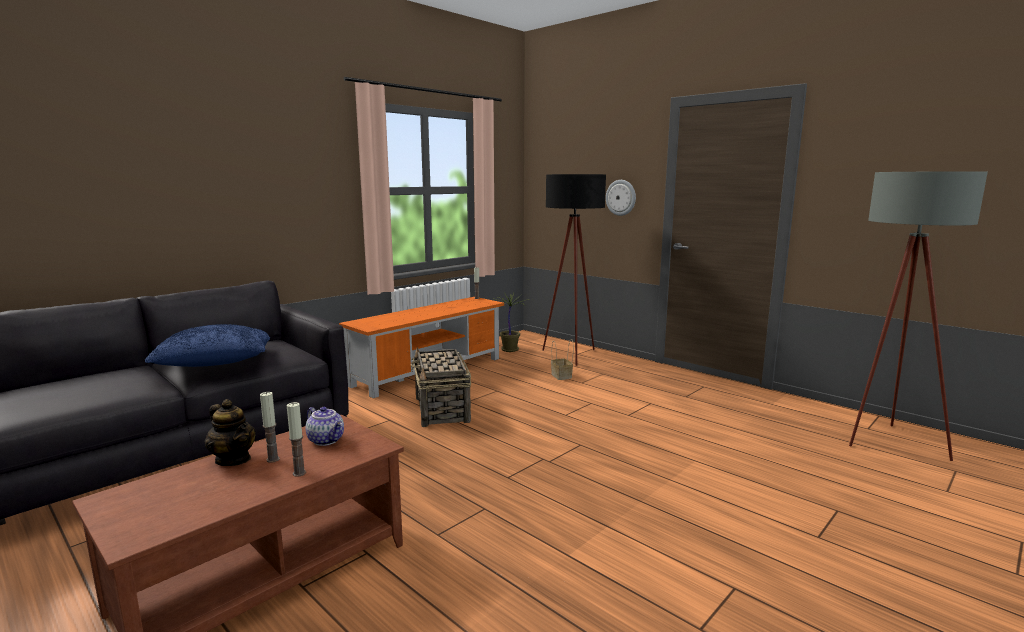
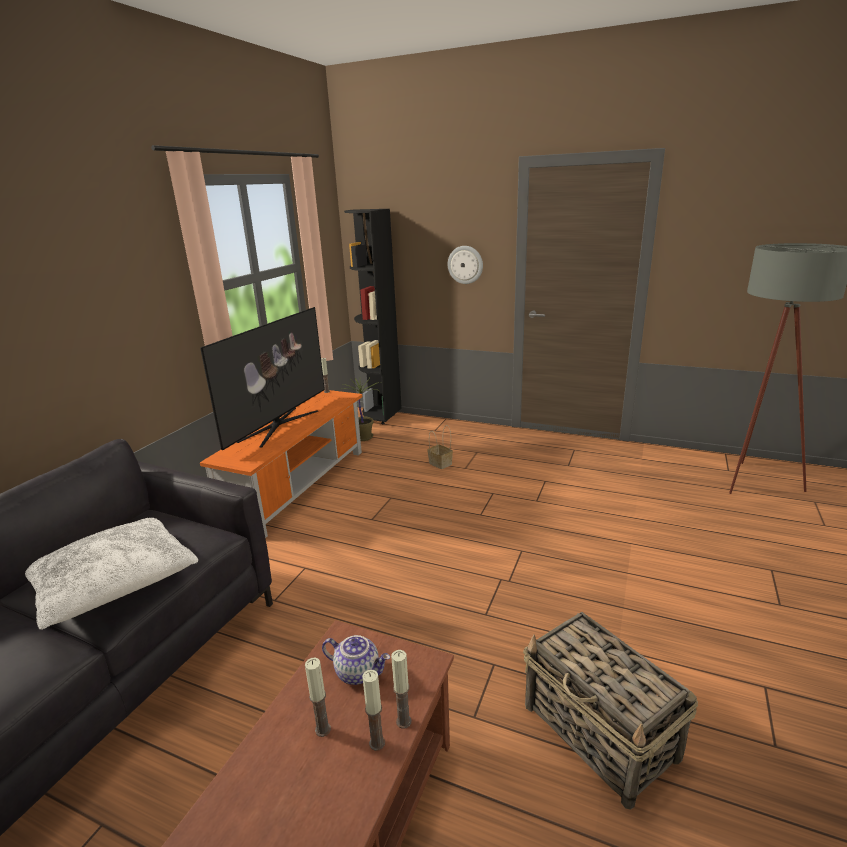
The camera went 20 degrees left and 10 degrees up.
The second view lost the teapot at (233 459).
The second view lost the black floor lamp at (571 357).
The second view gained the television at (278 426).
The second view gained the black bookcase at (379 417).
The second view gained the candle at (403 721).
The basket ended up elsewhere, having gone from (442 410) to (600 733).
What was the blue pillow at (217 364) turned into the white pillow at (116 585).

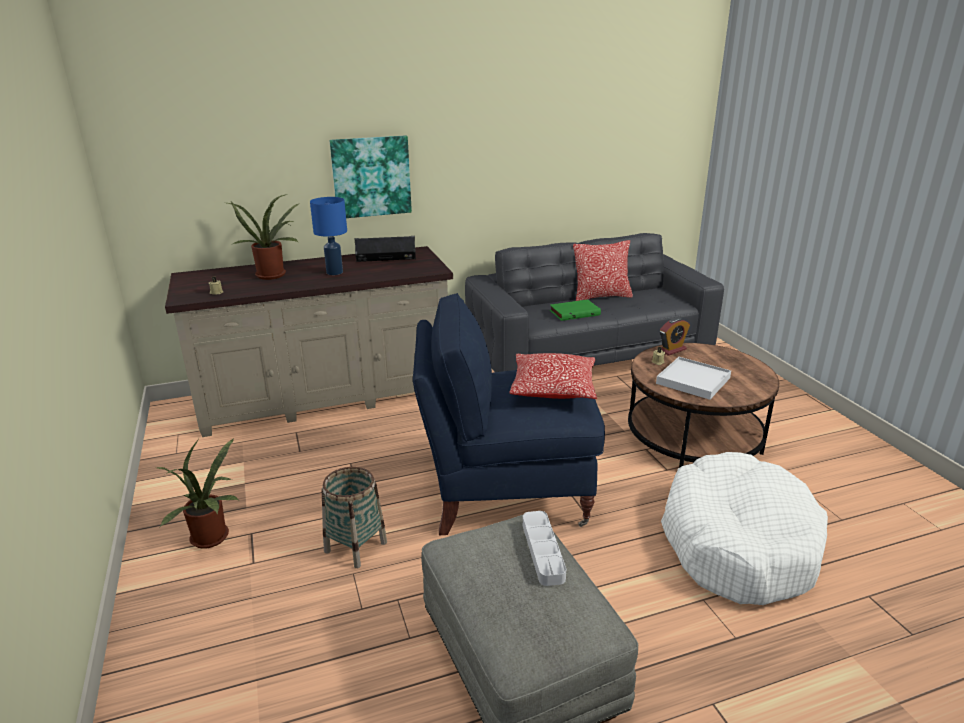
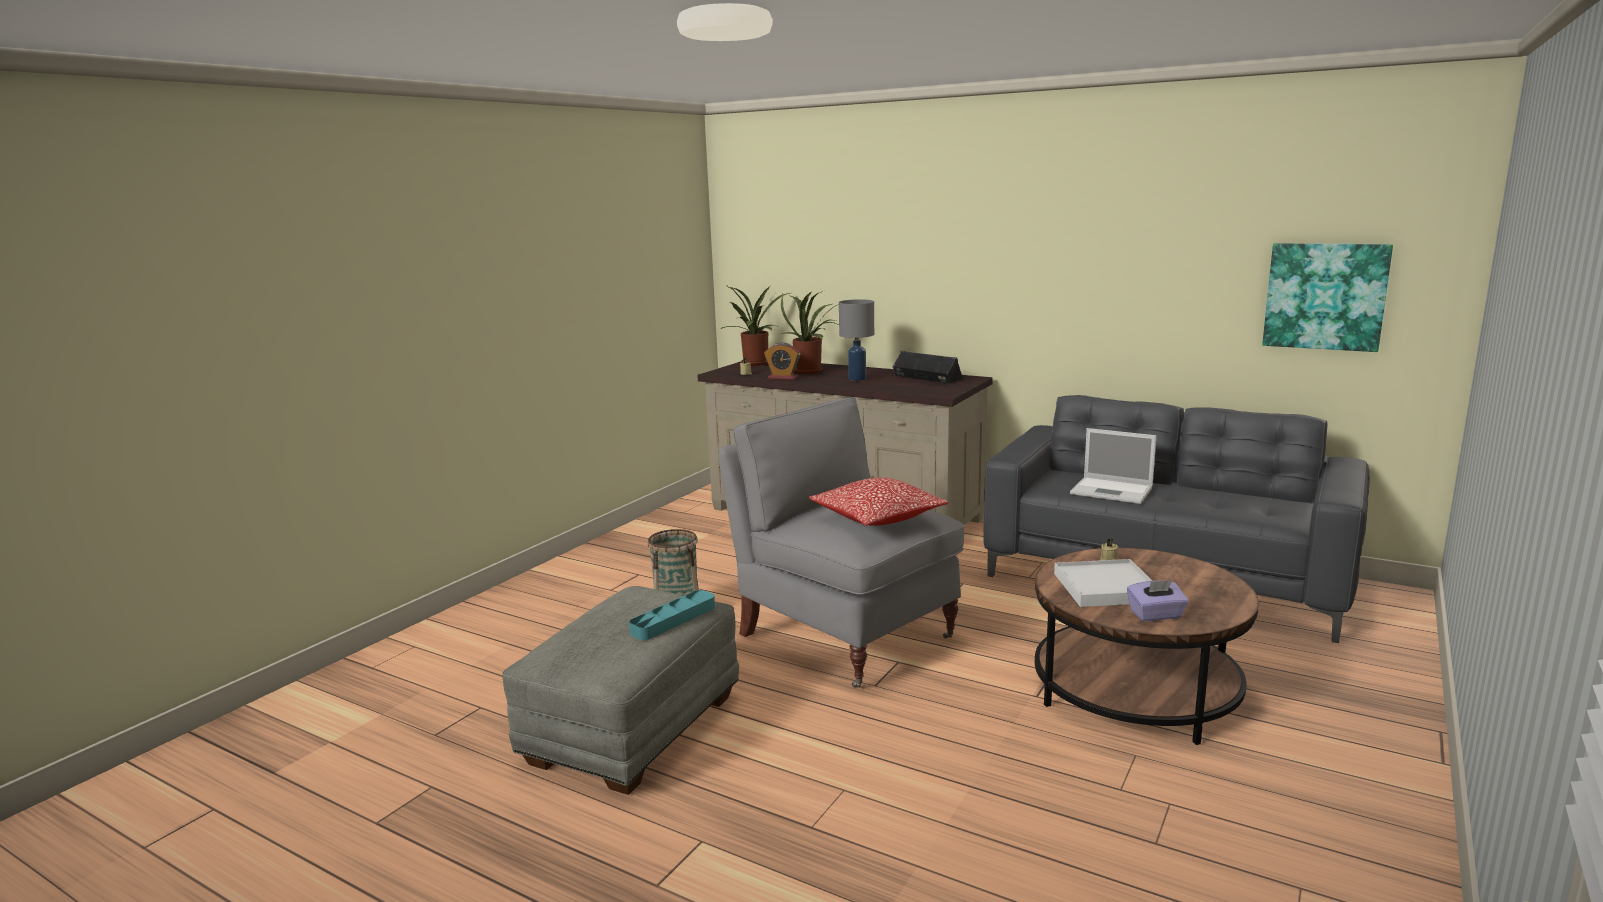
The camera went 50 degrees right and 10 degrees down.
The second view lost the pillow at (601 296).
The second view lost the white dog bed at (737 543).
The second view gained the purple tissue box at (1156 615).
The potted plant ended up elsewhere, having gone from (213 539) to (756 364).
The picture ended up elsewhere, having gone from (371 176) to (1325 296).
The alarm clock ended up elsewhere, having gone from (672 350) to (783 378).
Where the green book stood at (574 312), the laptop came to stand at (1113 491).
What was the blue table lamp at (335 272) turned into the grey table lamp at (858 379).
What was the blue armchair at (505 492) turned into the grey armchair at (844 635).
What was the grey tray at (543 551) turned into the turquoise tray at (673 620).

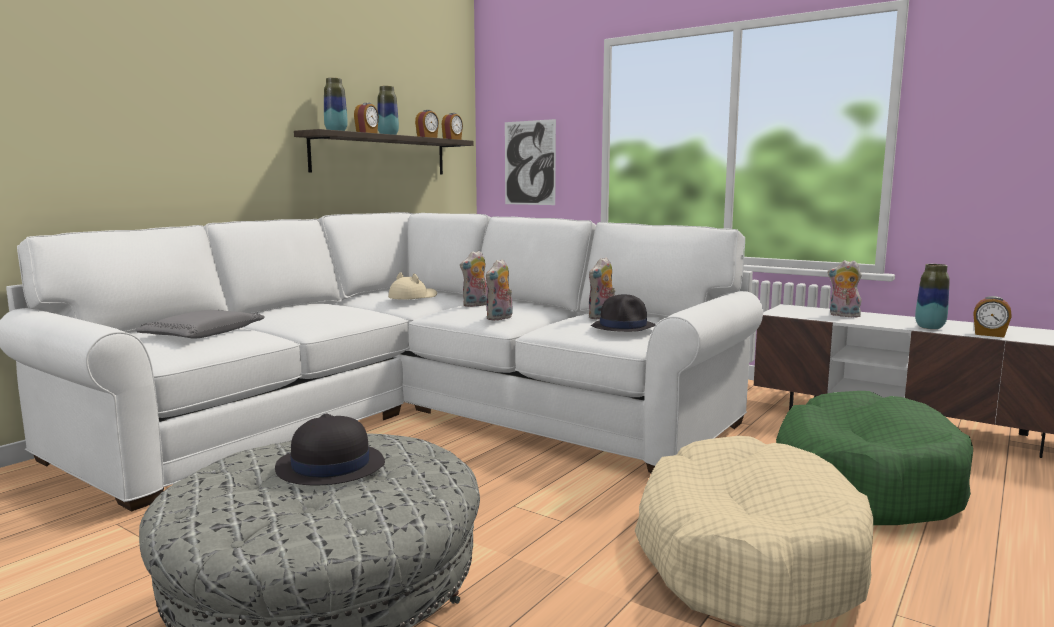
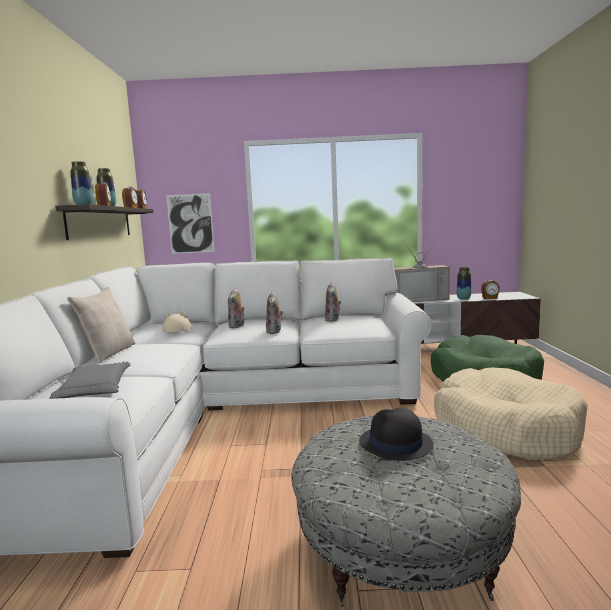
The camera went 35 degrees left and 0 degrees up.
The second view lost the black hat at (623 327).
The second view gained the beige pillow at (108 353).
Where the plush toy stood at (843 315), the television came to stand at (418 299).

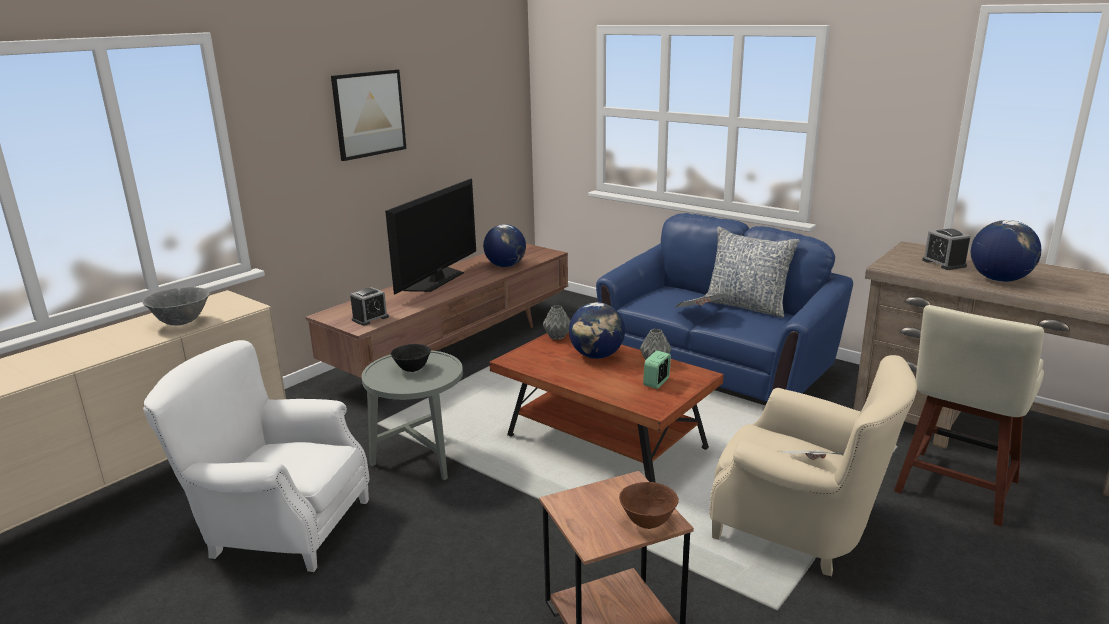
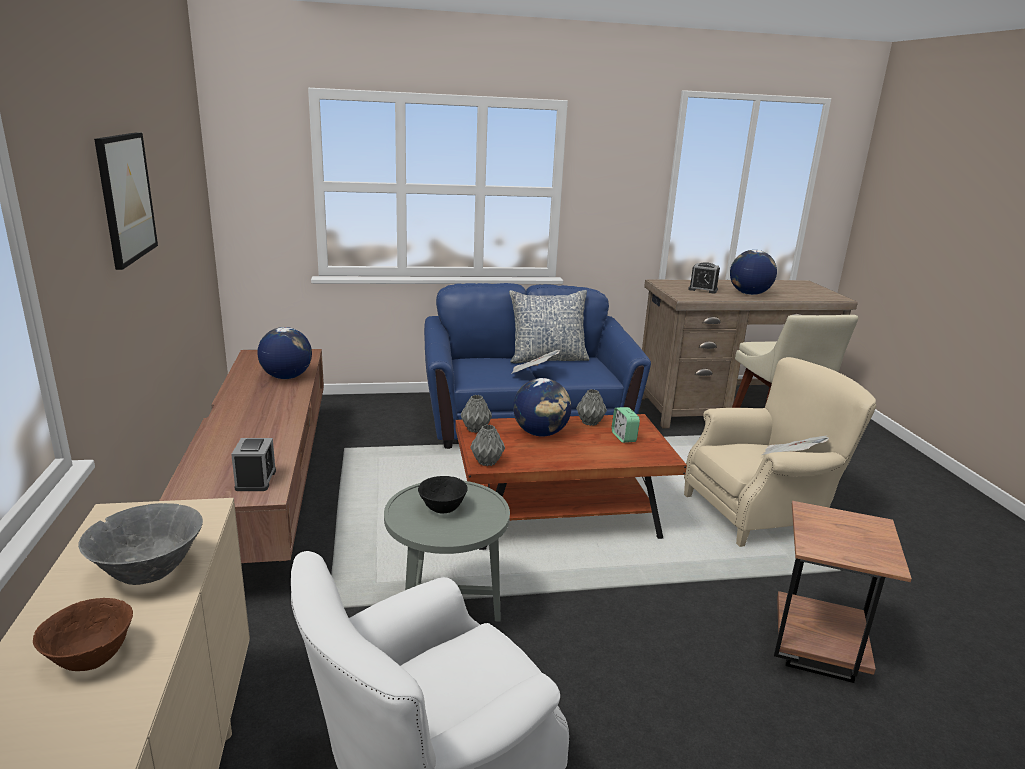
The camera went 50 degrees left and 0 degrees up.
The second view lost the television at (437 280).
The second view gained the grey vase at (487 462).
The brown bowl ended up elsewhere, having gone from (647 522) to (90 659).

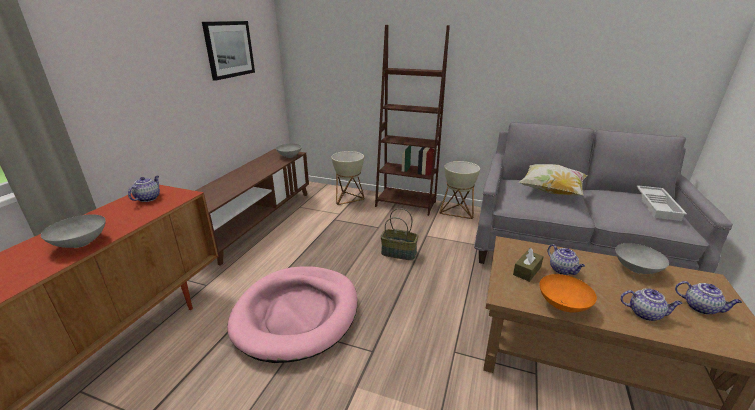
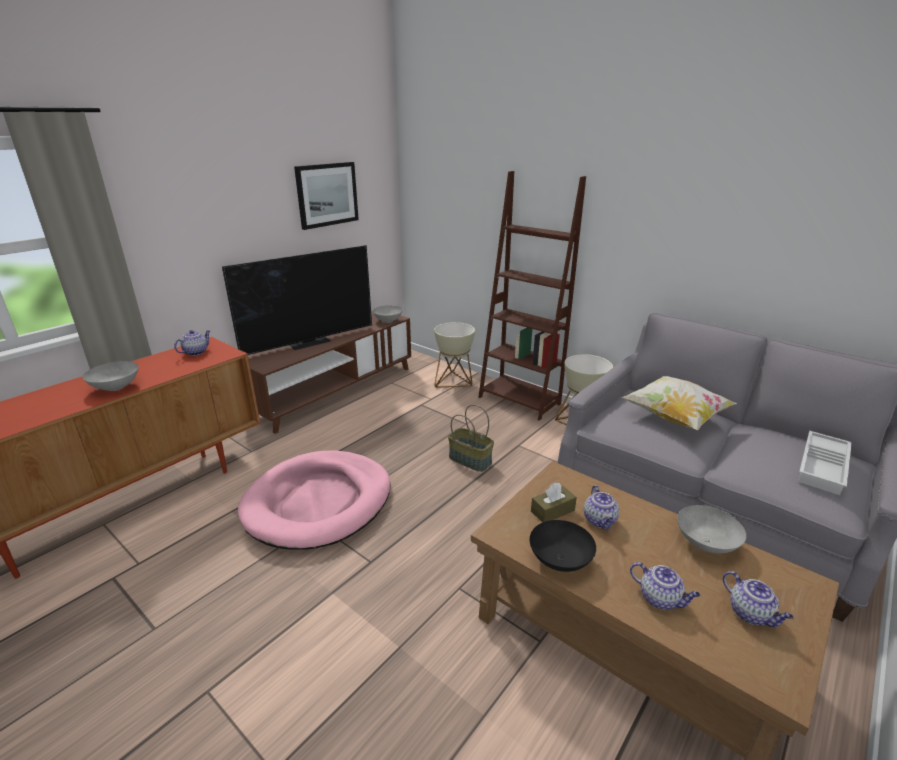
The camera went 20 degrees right and 0 degrees up.
The second view gained the television at (310 342).
What was the orange bowl at (563 306) turned into the black bowl at (559 561).

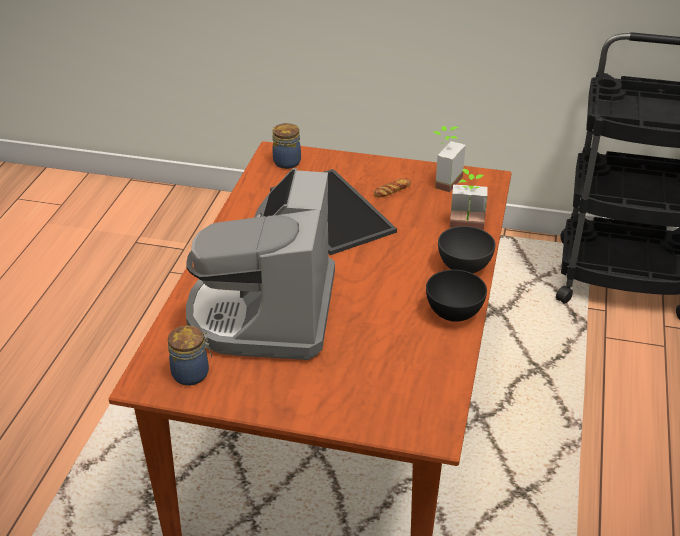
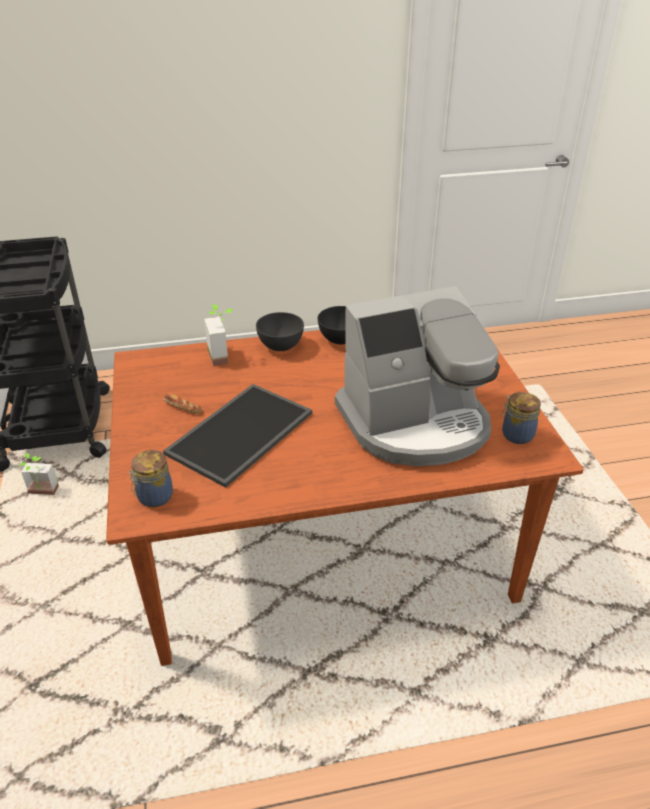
The camera went 115 degrees left and 0 degrees up.
The potted plant ended up elsewhere, having gone from (442 180) to (42 494).

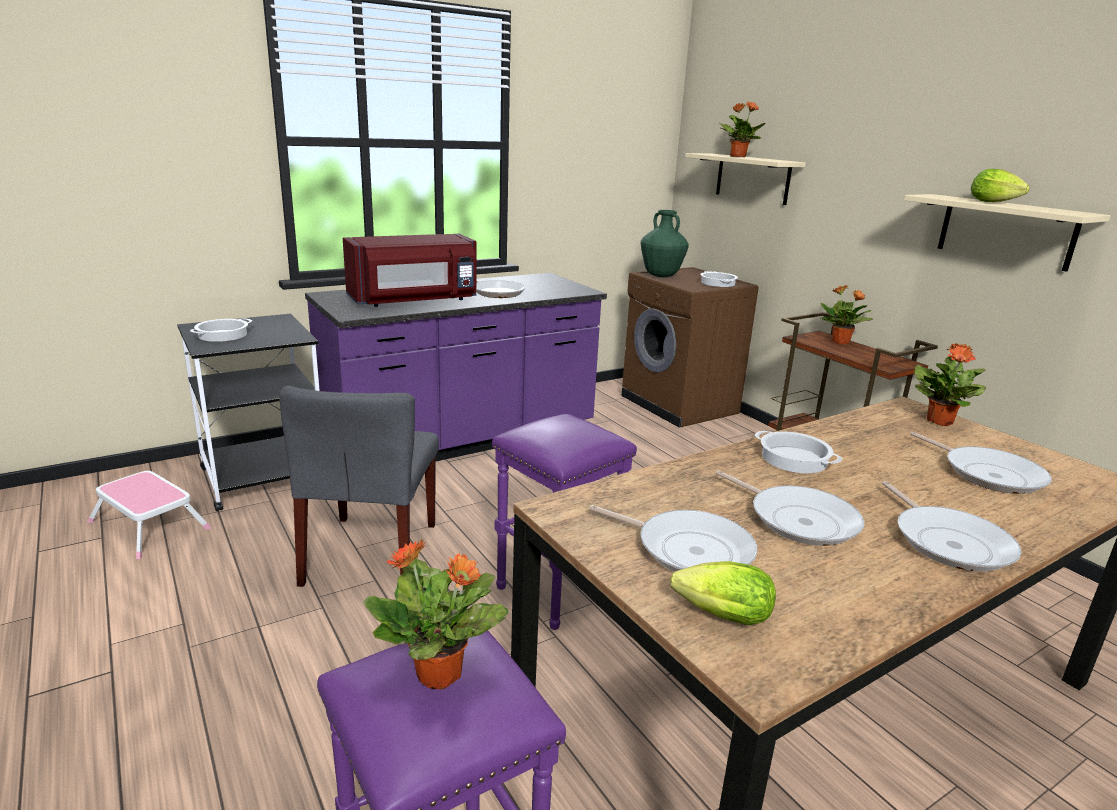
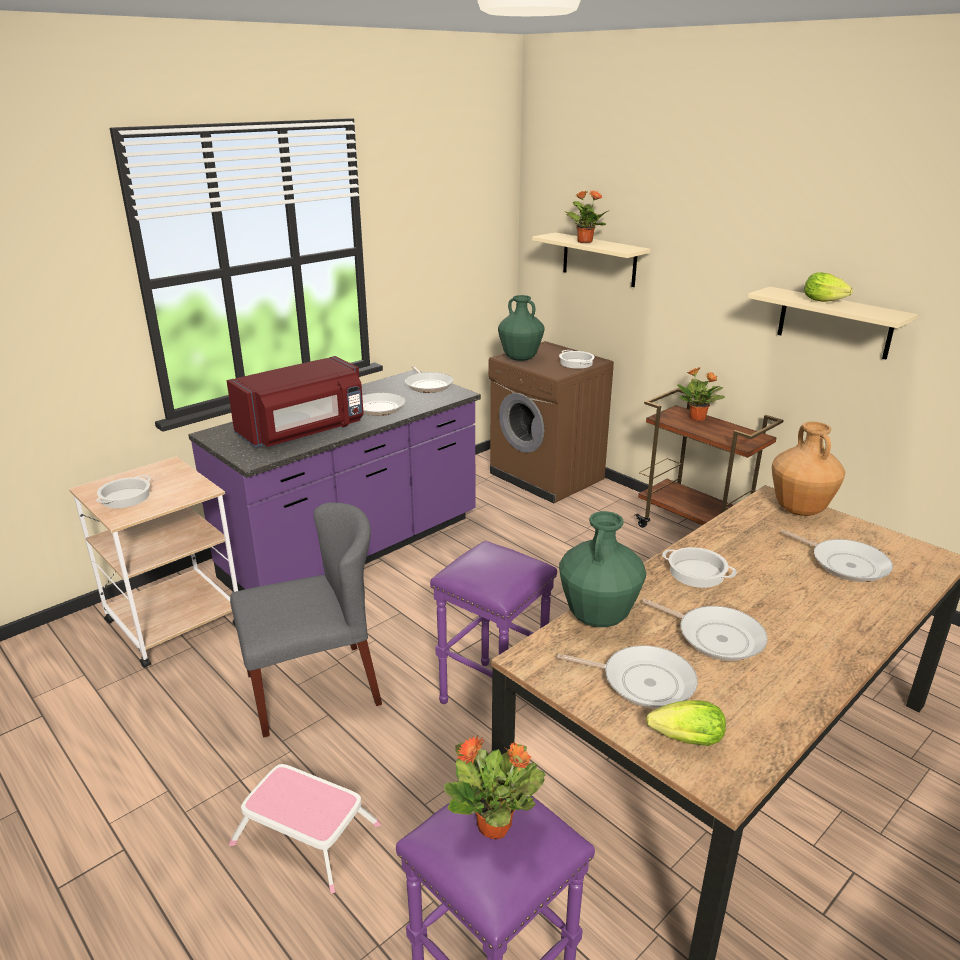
The camera went 10 degrees left and 5 degrees up.
The second view gained the green vase at (598 617).
The pink step ladder ended up elsewhere, having gone from (149 525) to (306 833).
The frying pan ended up elsewhere, having gone from (948 542) to (428 385).
Where the potted plant stood at (940 421), the brown vase came to stand at (800 510).
What was the black cart at (266 477) turned into the beige cart at (176 621).
The grey chair at (371 554) ended up facing another way, 105 degrees counterclockwise from before.

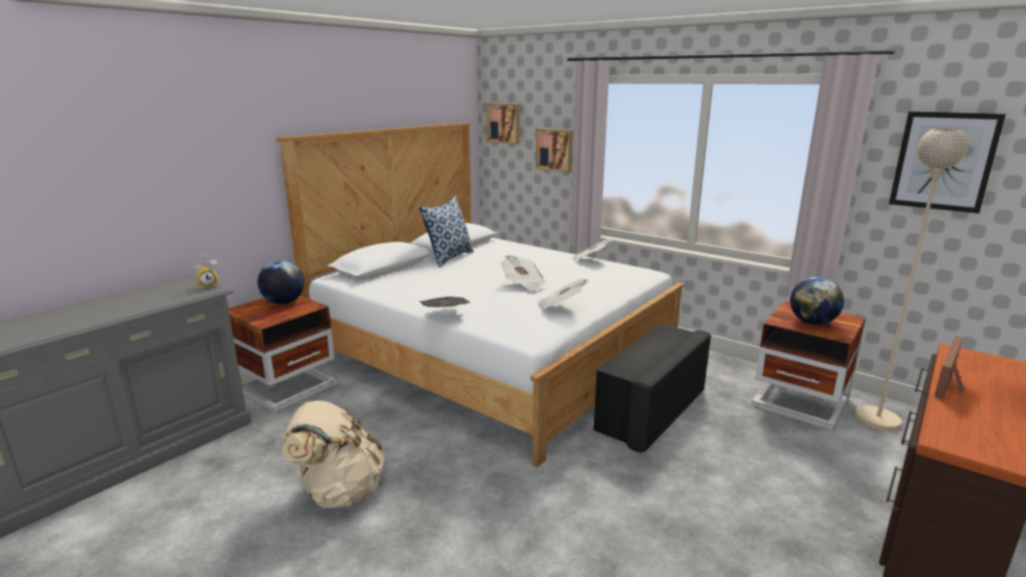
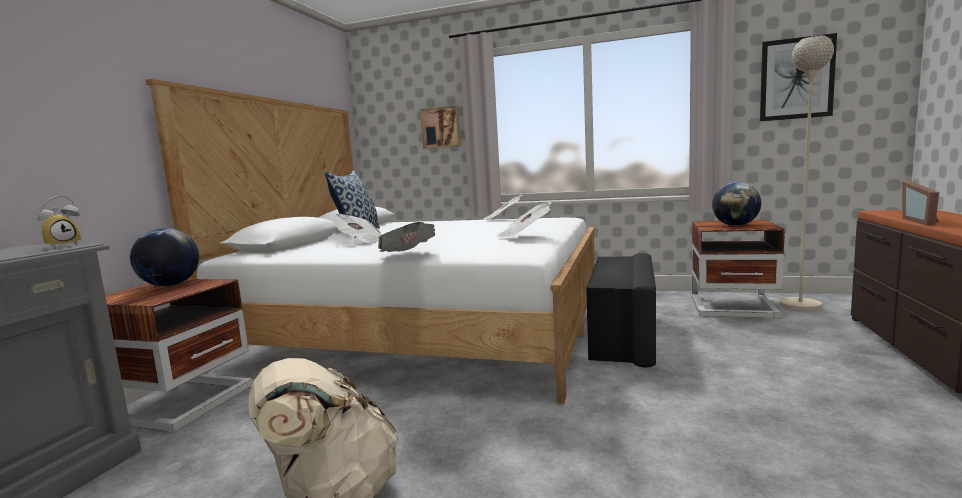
The camera went 20 degrees left and 10 degrees down.
The second view lost the picture at (504 123).
The newspaper ended up elsewhere, having gone from (523 284) to (359 241).

